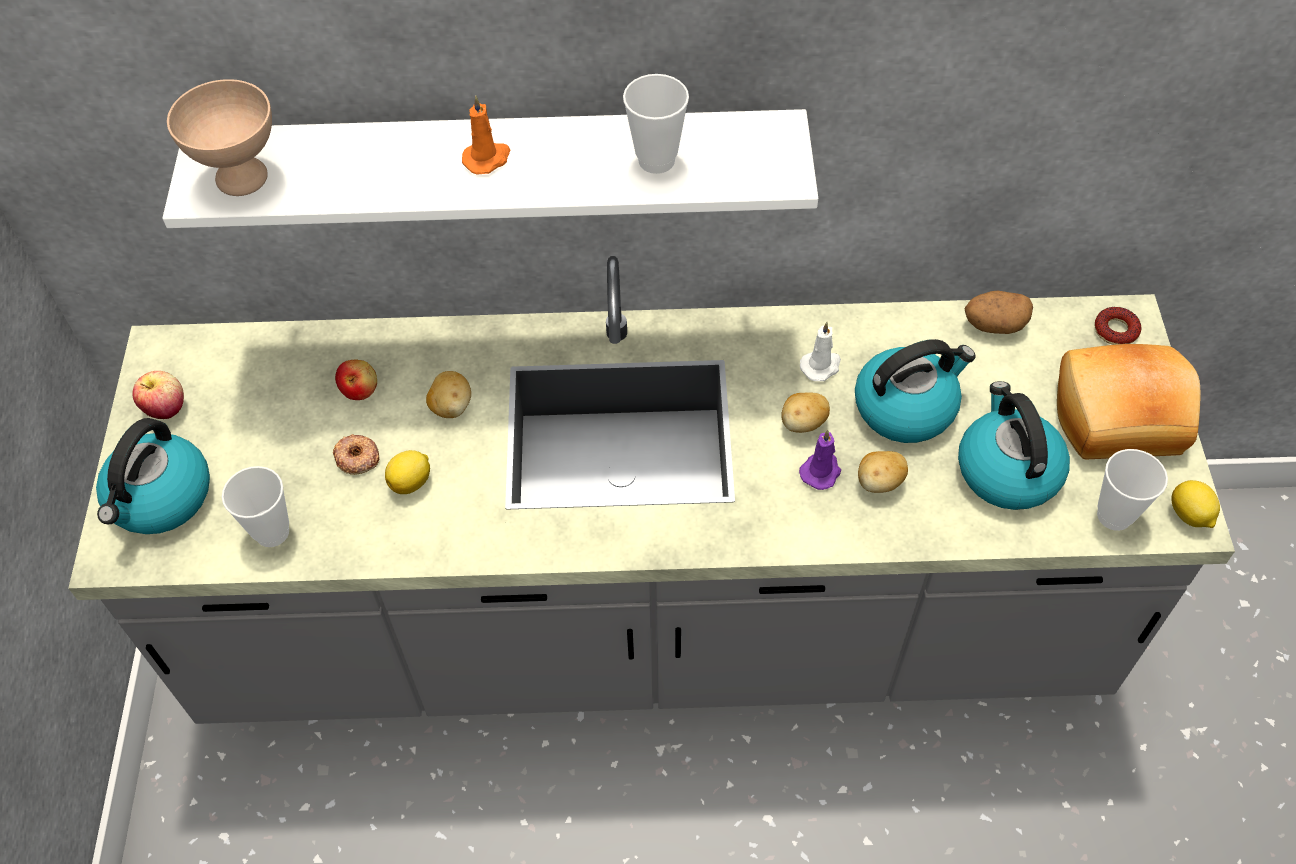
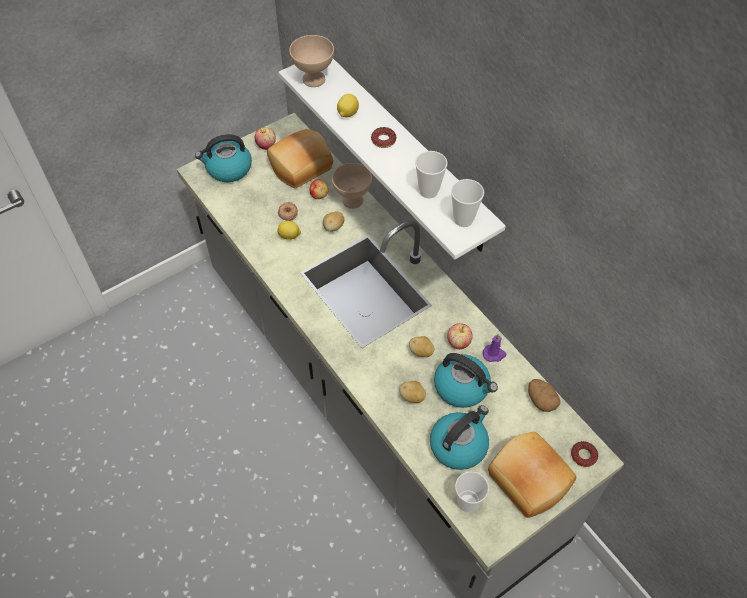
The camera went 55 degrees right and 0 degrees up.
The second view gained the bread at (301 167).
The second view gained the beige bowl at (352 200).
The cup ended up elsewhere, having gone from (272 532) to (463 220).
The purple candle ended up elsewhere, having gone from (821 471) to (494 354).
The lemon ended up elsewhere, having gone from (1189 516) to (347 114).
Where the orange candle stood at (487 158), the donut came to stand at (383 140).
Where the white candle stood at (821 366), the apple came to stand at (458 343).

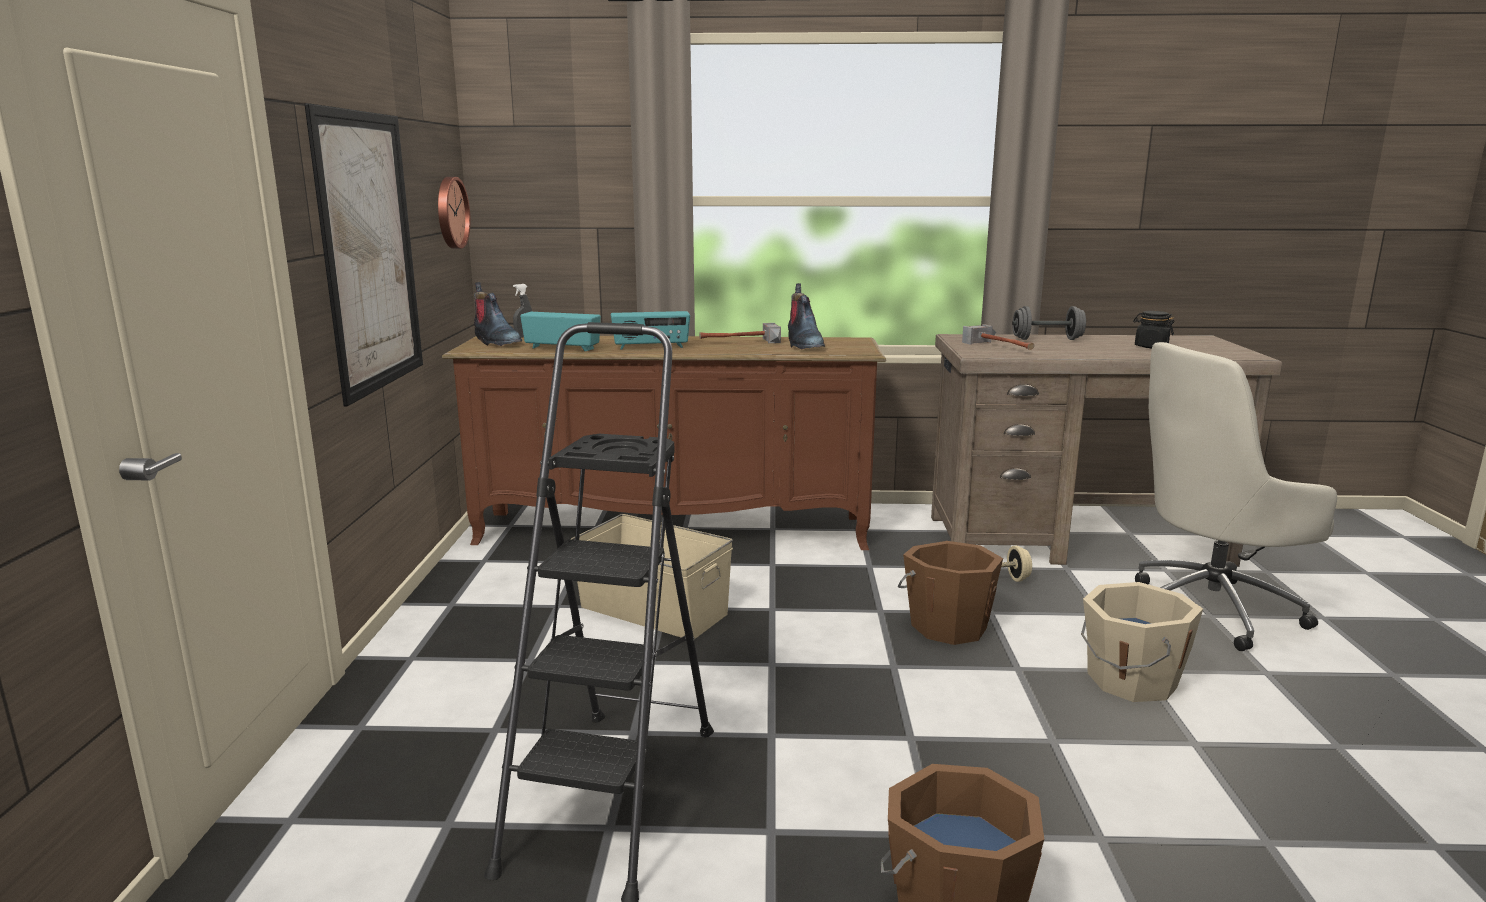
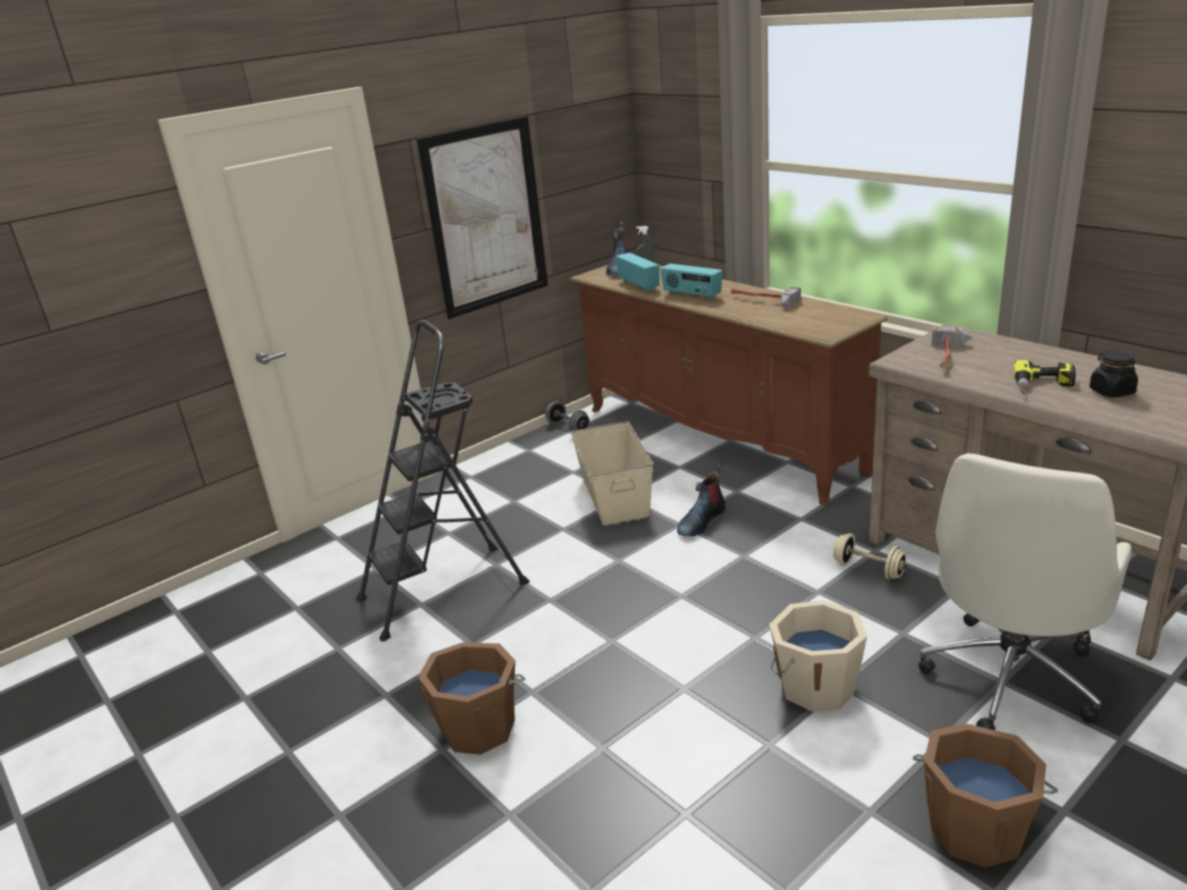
The camera went 50 degrees right and 10 degrees up.
The second view lost the wall clock at (450 212).
The second view gained the power drill at (1043 386).
The boot ended up elsewhere, having gone from (803 344) to (701 521).
The brown bucket ended up elsewhere, having gone from (947 626) to (975 828).
The grey dumbbell ended up elsewhere, having gone from (1047 339) to (568 428).
The beige office chair at (1209 611) ended up facing another way, 90 degrees counterclockwise from before.

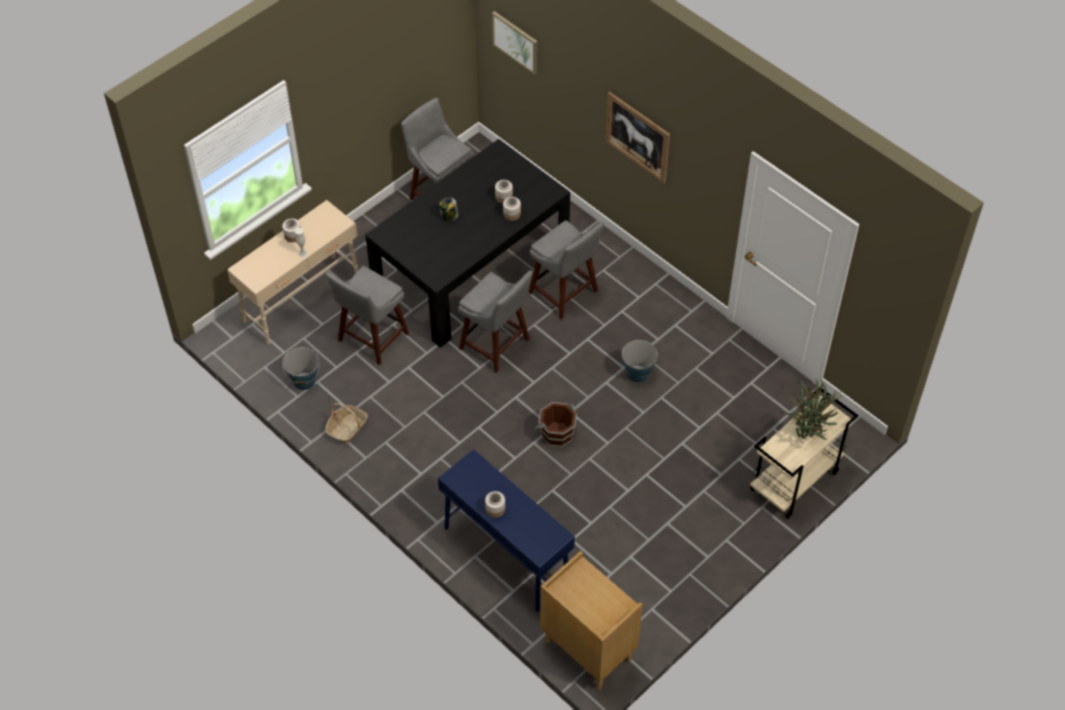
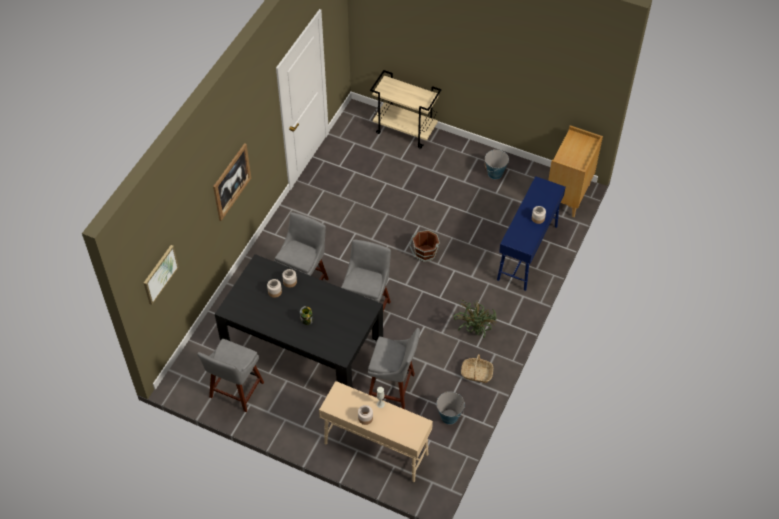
The camera went 110 degrees left and 0 degrees up.
The bucket ended up elsewhere, having gone from (637 373) to (495 173).
The potted plant ended up elsewhere, having gone from (808 433) to (475 332).

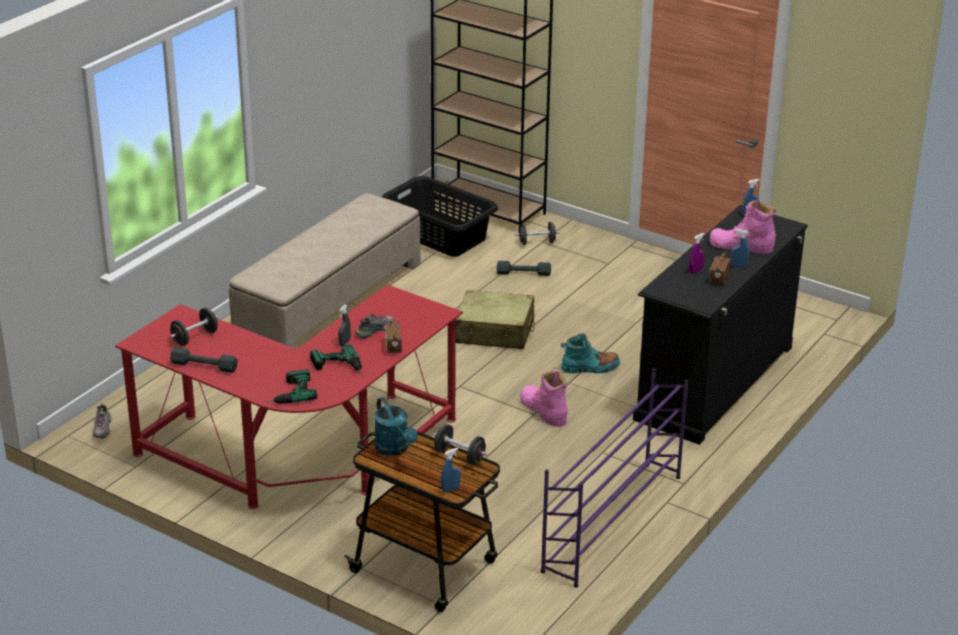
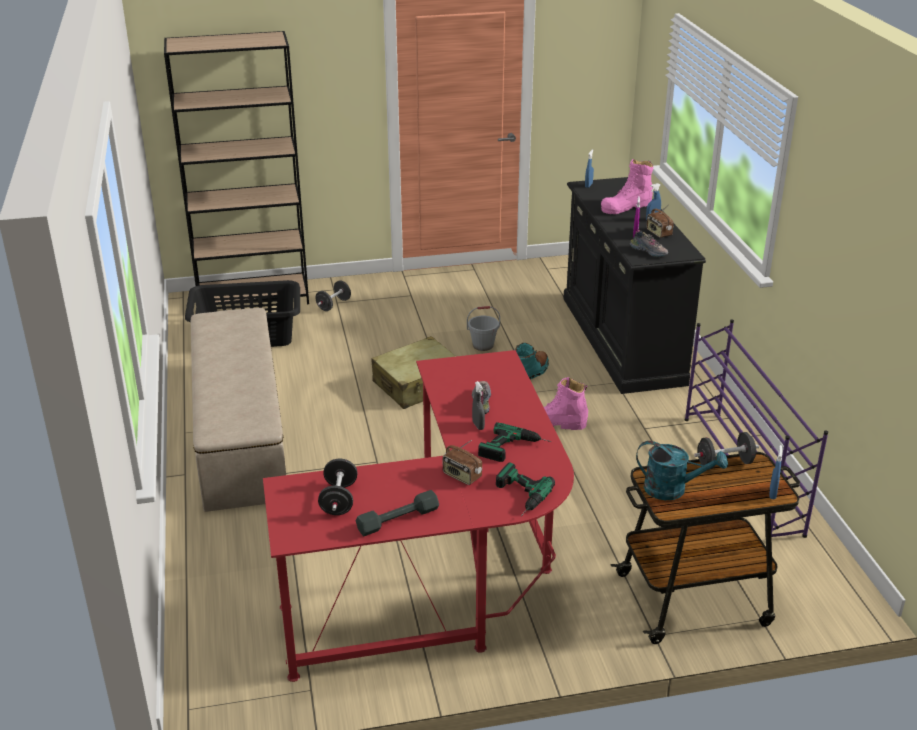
The camera went 45 degrees left and 0 degrees up.
The second view lost the grey dumbbell at (523 273).
The second view gained the grey bucket at (483 345).
The shoe ended up elsewhere, having gone from (103 429) to (649 252).
The radio ended up elsewhere, having gone from (393 346) to (461 476).

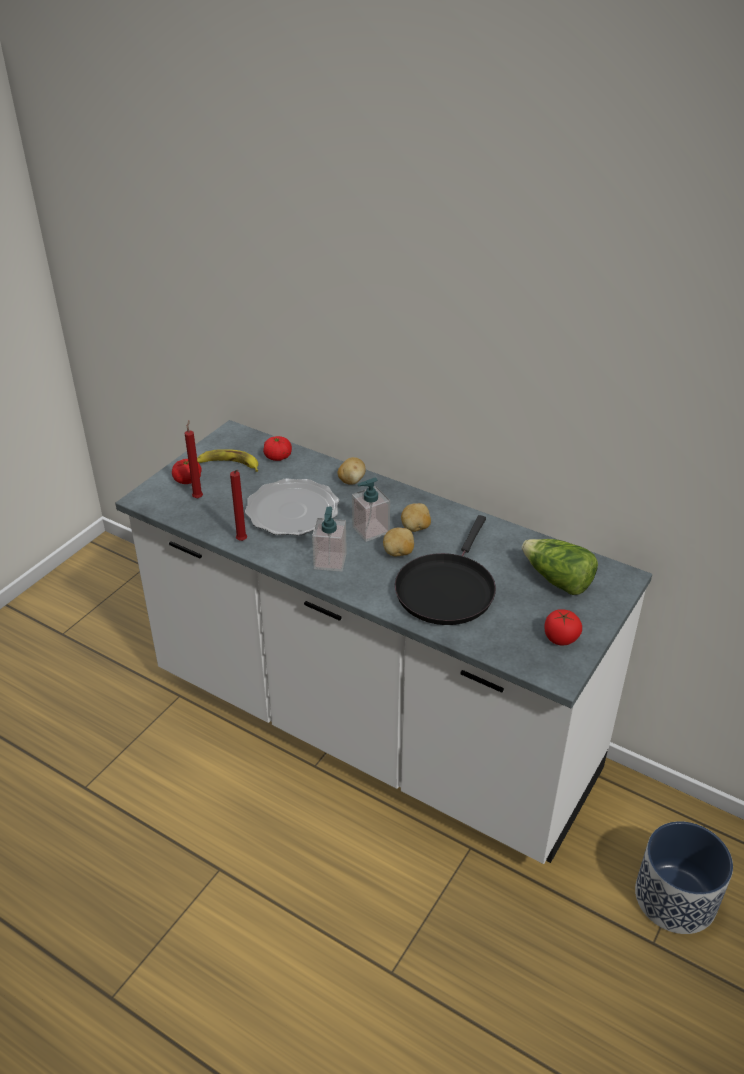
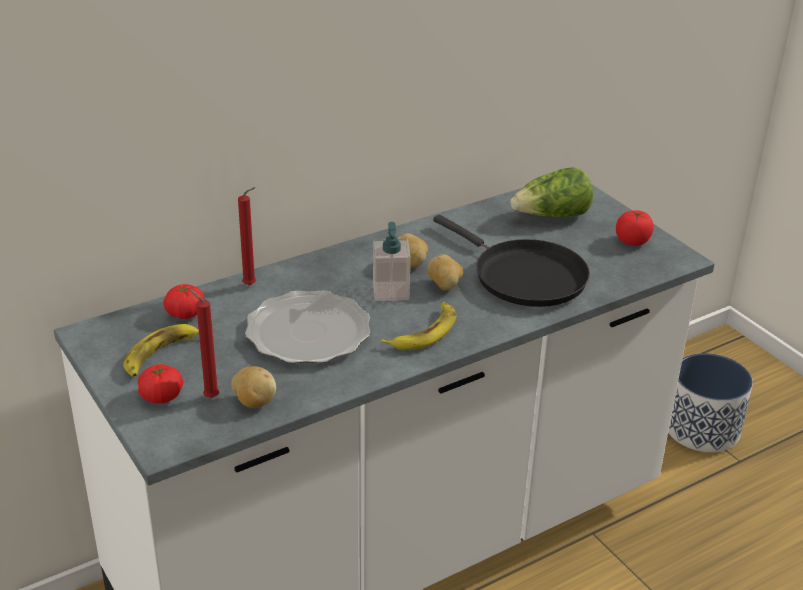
The camera went 65 degrees left and 5 degrees down.
The red candle ended up elsewhere, having gone from (242 541) to (251 285).
The potato ended up elsewhere, having gone from (351 481) to (254 402).
Where the soap dispenser stood at (330 561), the banana came to stand at (424 332).

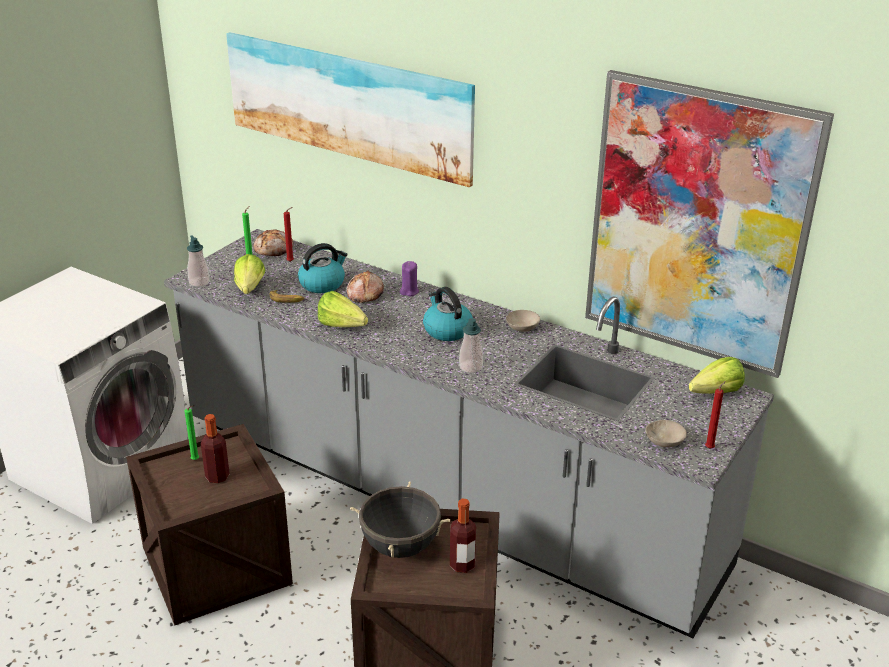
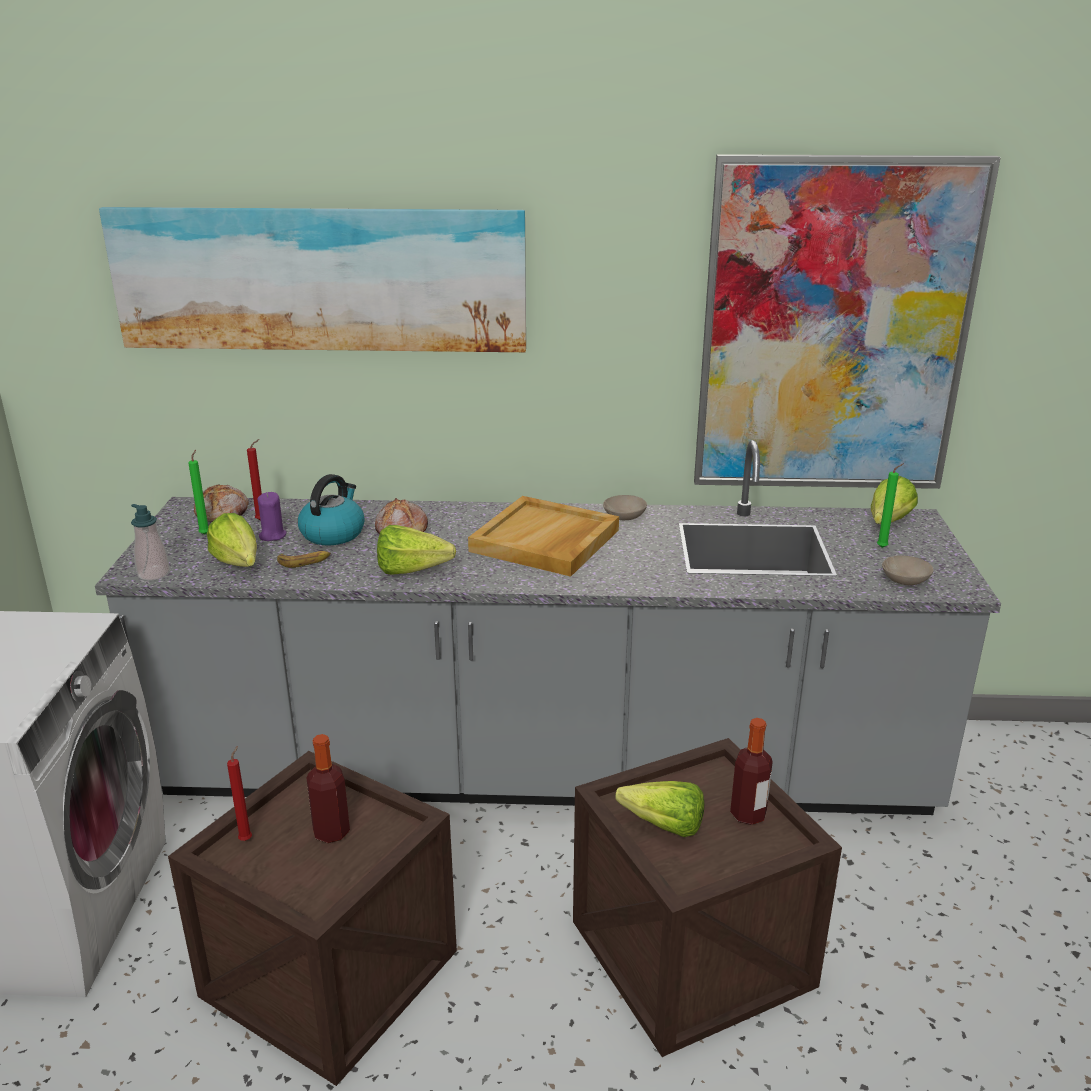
The camera went 30 degrees left and 5 degrees down.
The second view lost the soap dispenser at (470 367).
The green candle ended up elsewhere, having gone from (196 460) to (883 547).
The purple candle ended up elsewhere, having gone from (409 291) to (272 535).
The red candle ended up elsewhere, having gone from (710 448) to (247 839).
Where the black cooking pot stood at (400 547), the lettuce came to stand at (657 823).
Where the kettle stood at (446 330), the beige tray came to stand at (545 541).

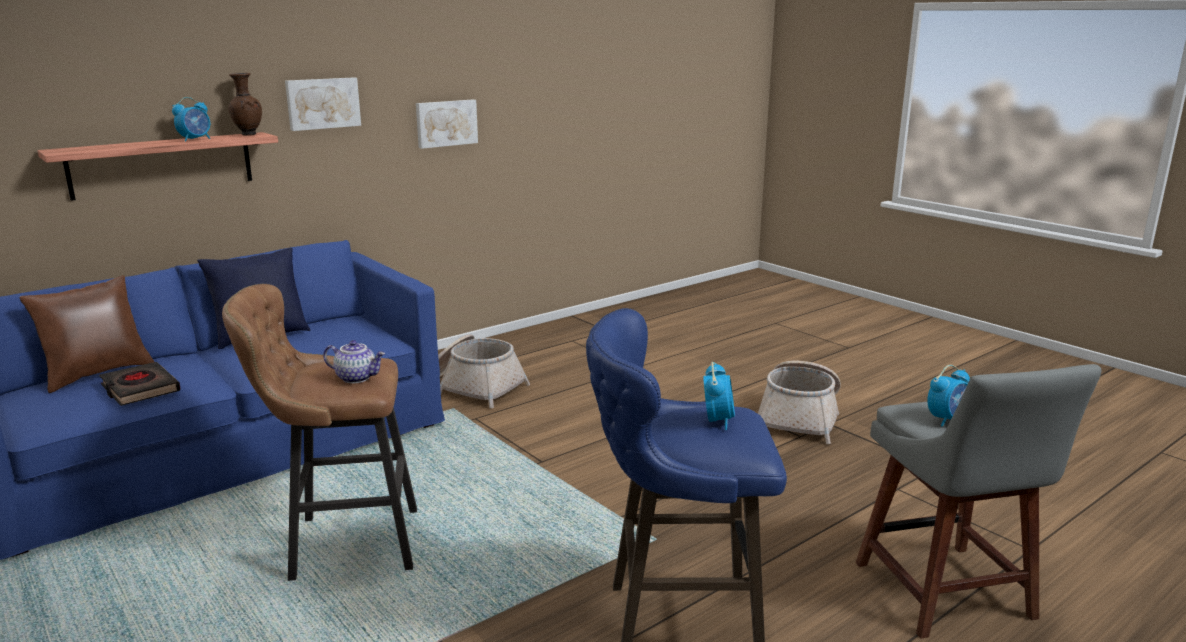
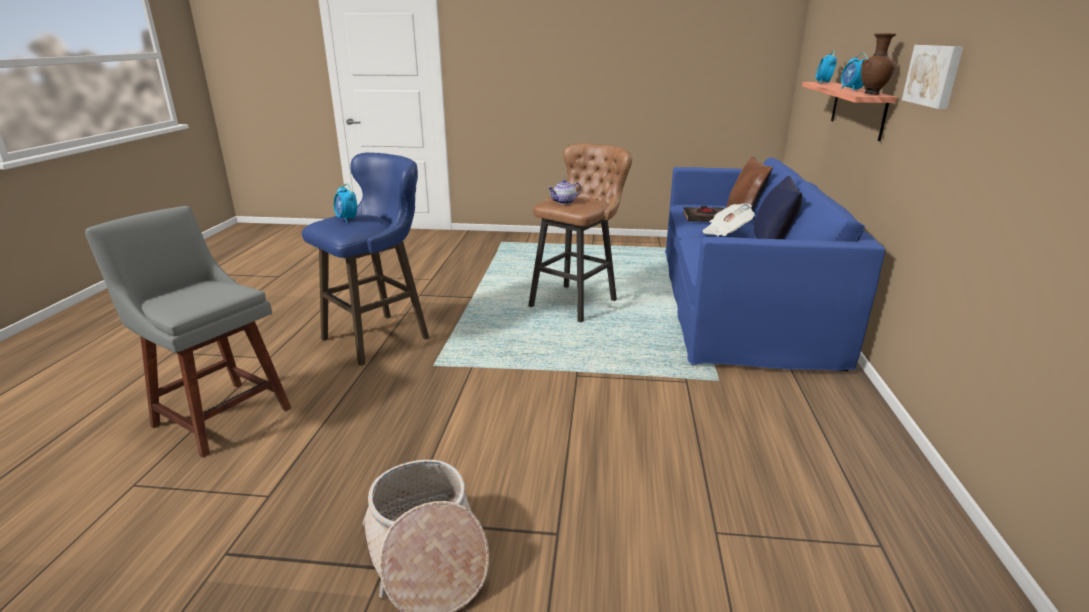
The camera went 135 degrees right and 5 degrees up.
The second view lost the picture at (446 123).
The second view lost the basket at (474 387).
The second view gained the newspaper at (726 232).
The alarm clock ended up elsewhere, having gone from (948 420) to (823 83).

